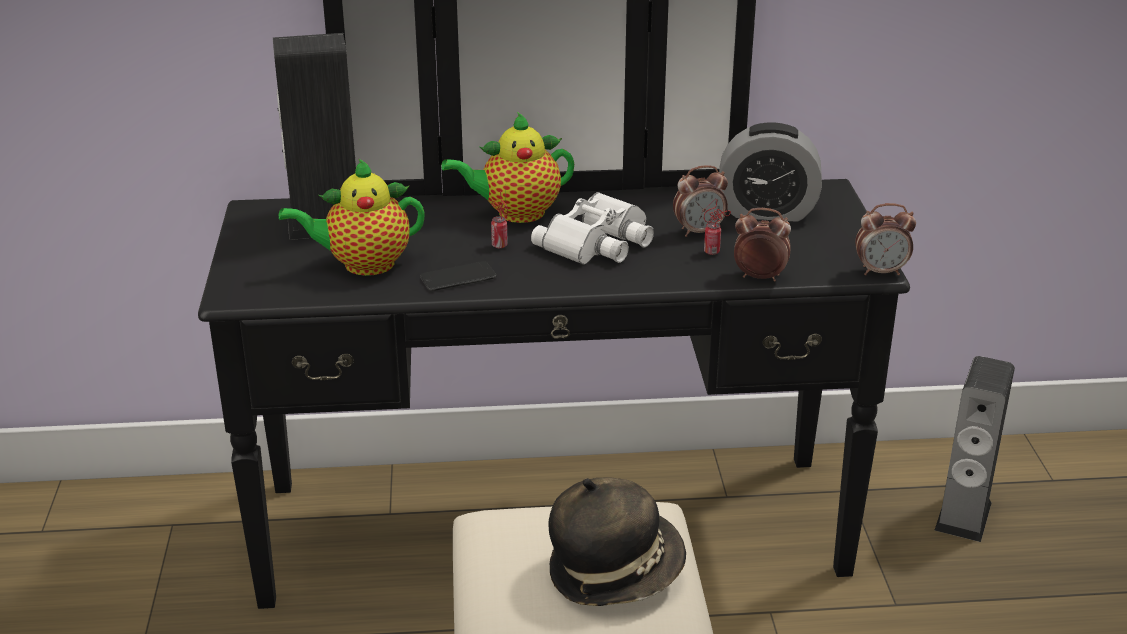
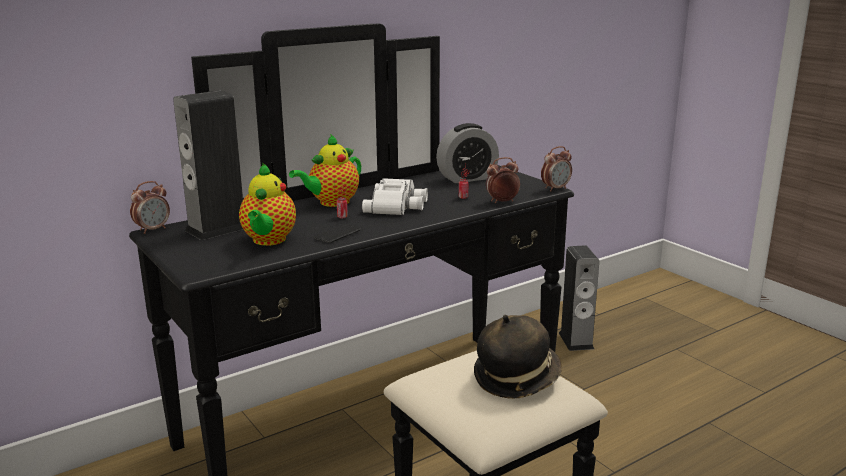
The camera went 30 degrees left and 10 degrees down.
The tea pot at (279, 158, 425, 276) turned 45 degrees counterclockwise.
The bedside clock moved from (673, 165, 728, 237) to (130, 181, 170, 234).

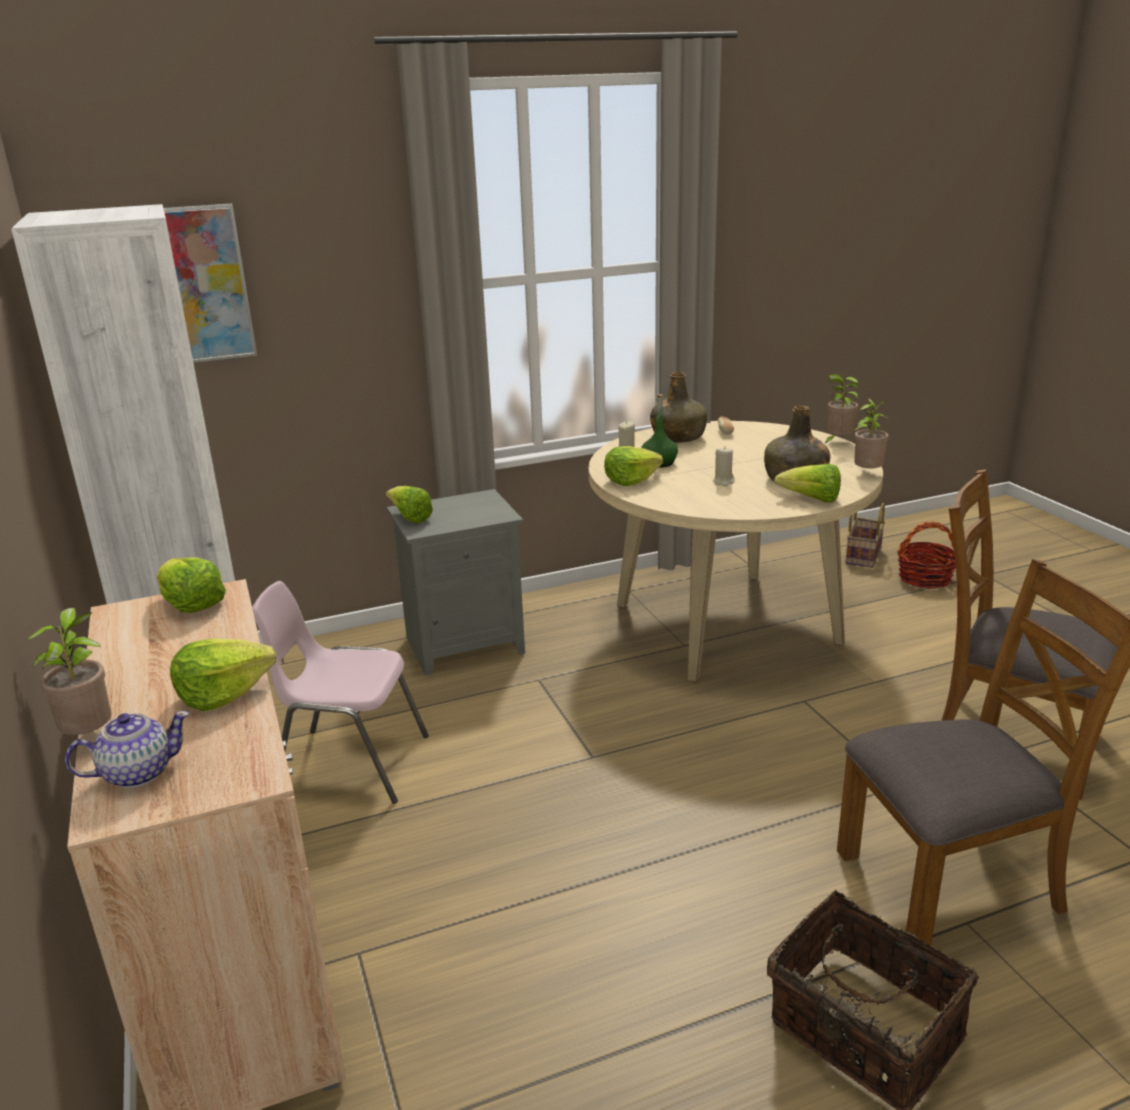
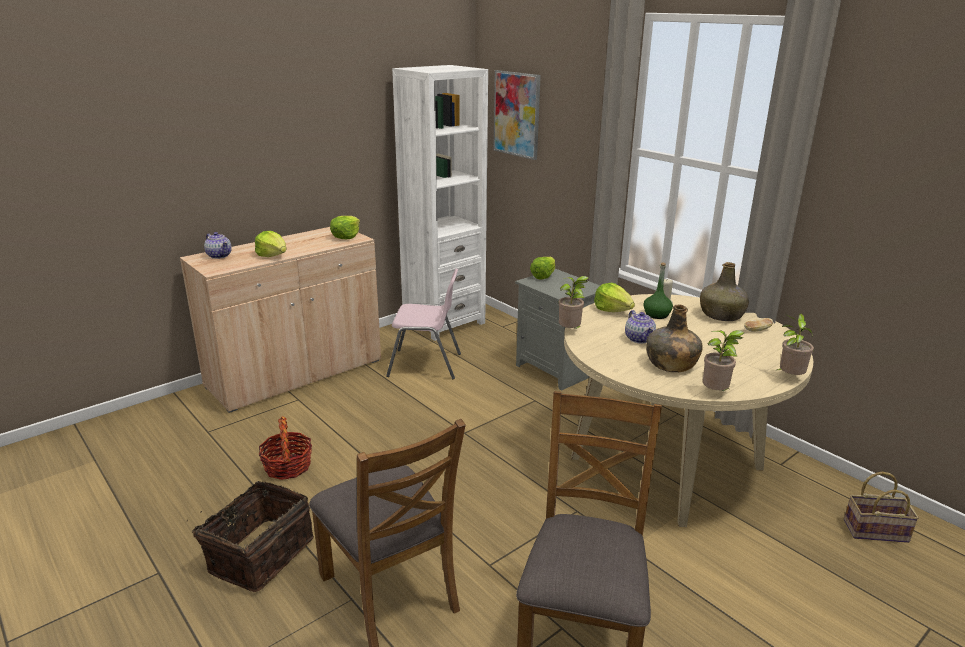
The camera went 70 degrees right and 0 degrees up.
The houseplant moved from (26, 608, 112, 735) to (558, 276, 589, 329).
The pink-coloured plain chair at (252, 581, 429, 804) turned 105 degrees clockwise.
The beige wax candle at (713, 446, 735, 486) was replaced by the tea pot at (625, 310, 656, 344).
The lettuce at (774, 464, 841, 502) disappeared.
The household basket moved from (897, 521, 956, 589) to (259, 416, 312, 480).

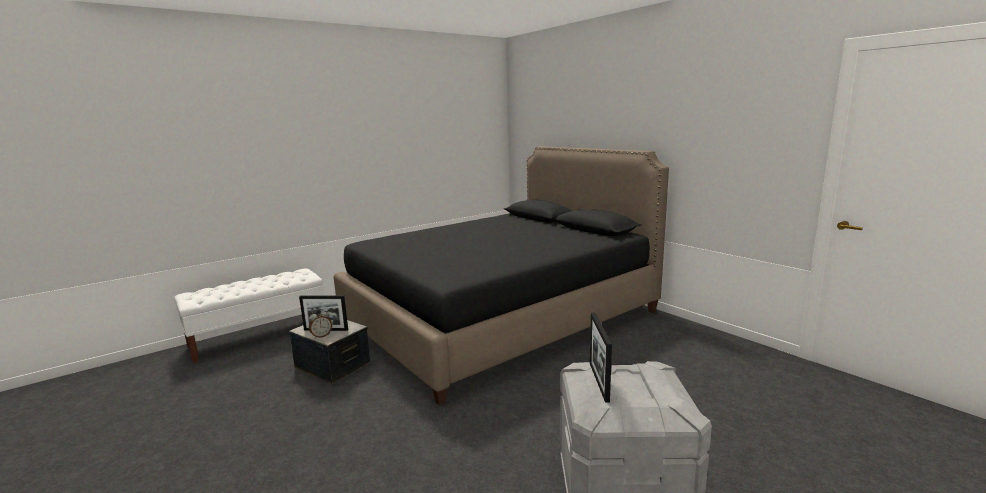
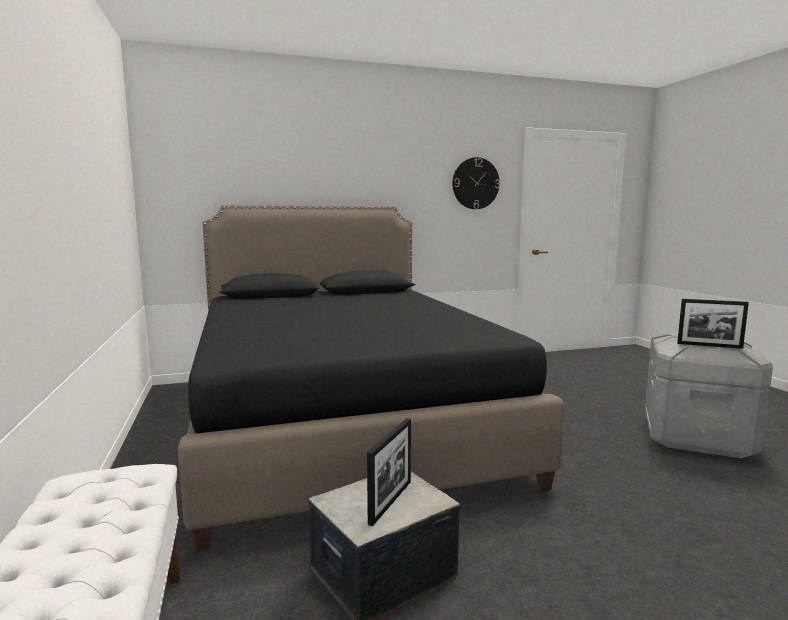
The camera went 70 degrees left and 5 degrees down.
The bedside clock at (309, 309, 332, 338) disappeared.
The clock on the wall at (452, 157, 500, 209) appeared.

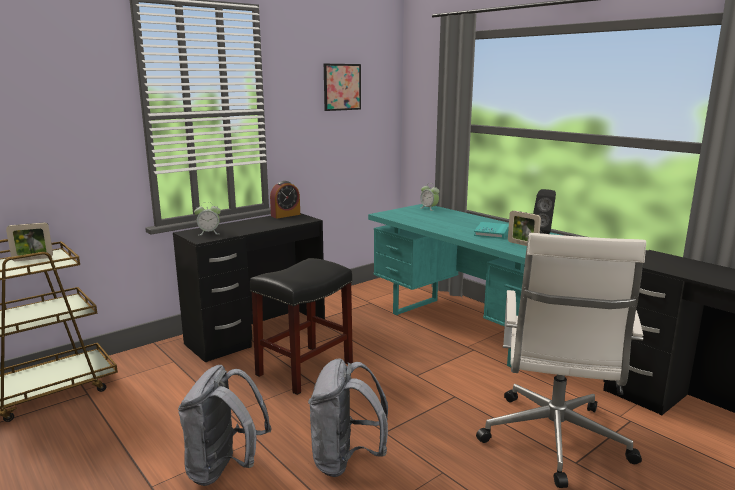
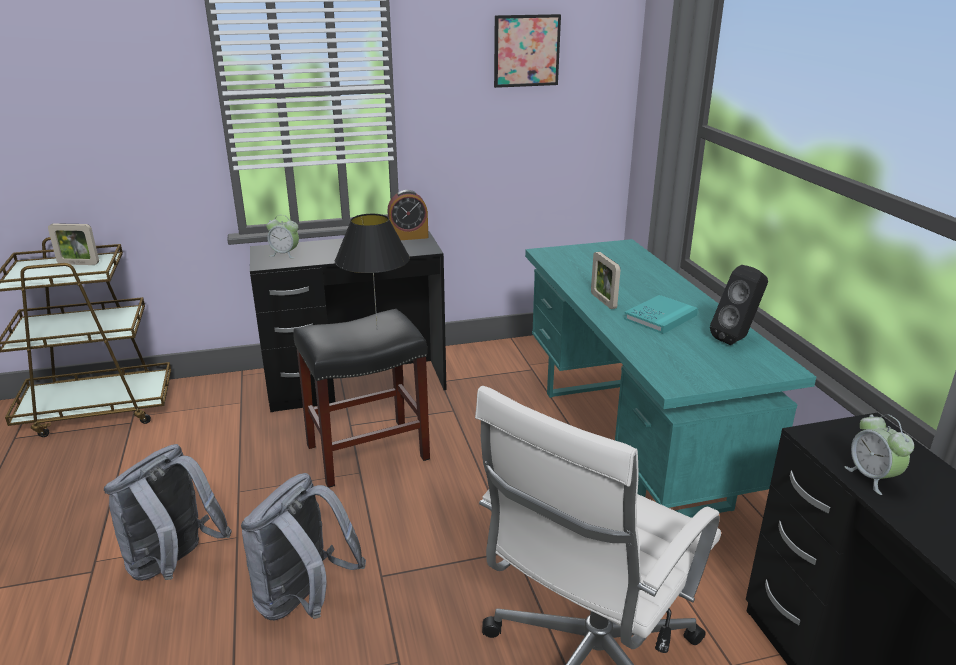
The camera went 25 degrees right and 10 degrees up.
The bedside clock moved from (420, 184, 439, 211) to (844, 414, 914, 495).
The picture frame moved from (508, 210, 541, 246) to (591, 252, 621, 309).
The black table lamp at (335, 214, 410, 329) appeared.

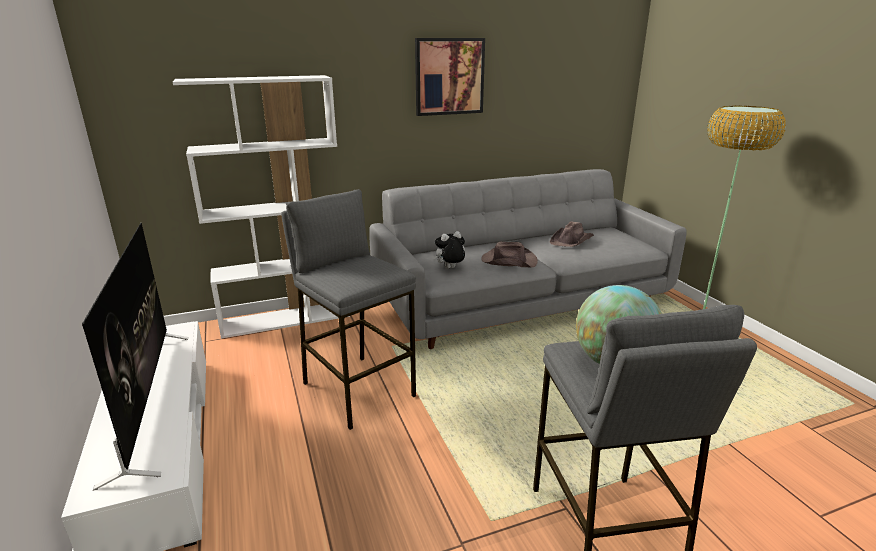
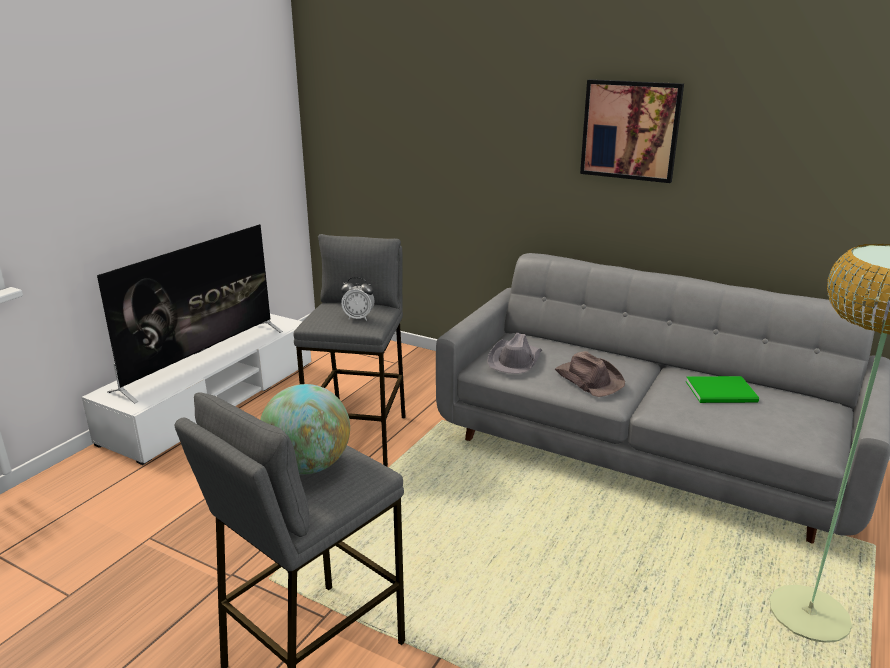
The camera went 50 degrees right and 0 degrees up.
The white bookshelf at (173, 75, 350, 339) disappeared.
The plush toy at (433, 231, 465, 268) was replaced by the greyish hat at (487, 333, 542, 374).
The brown hat at (550, 222, 594, 247) was replaced by the green-coloured book at (686, 376, 759, 403).
The bedside clock at (341, 277, 375, 321) appeared.

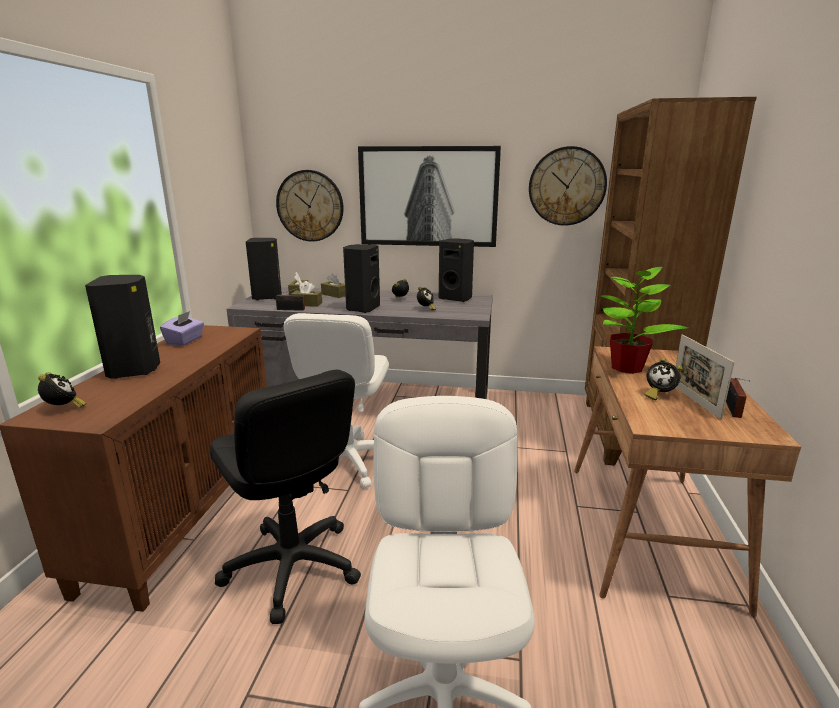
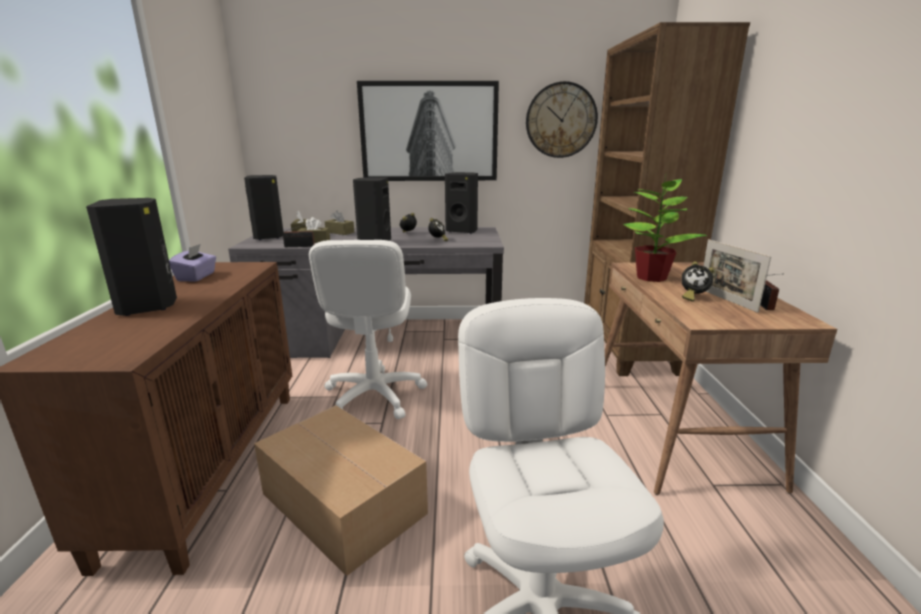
The camera went 10 degrees left and 0 degrees up.
The bedside clock at (38, 372, 86, 408) disappeared.
The black computer chair at (210, 370, 361, 624) was replaced by the cardboard box at (254, 405, 428, 576).
The clock on the wall at (276, 170, 344, 242) disappeared.

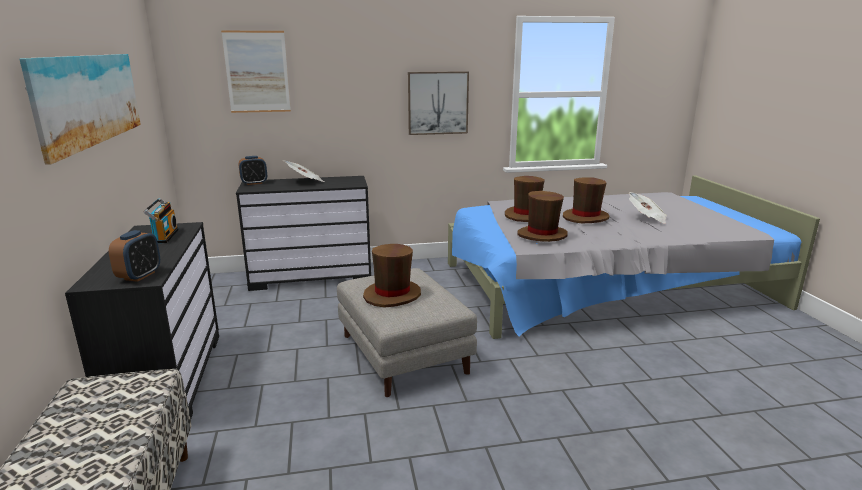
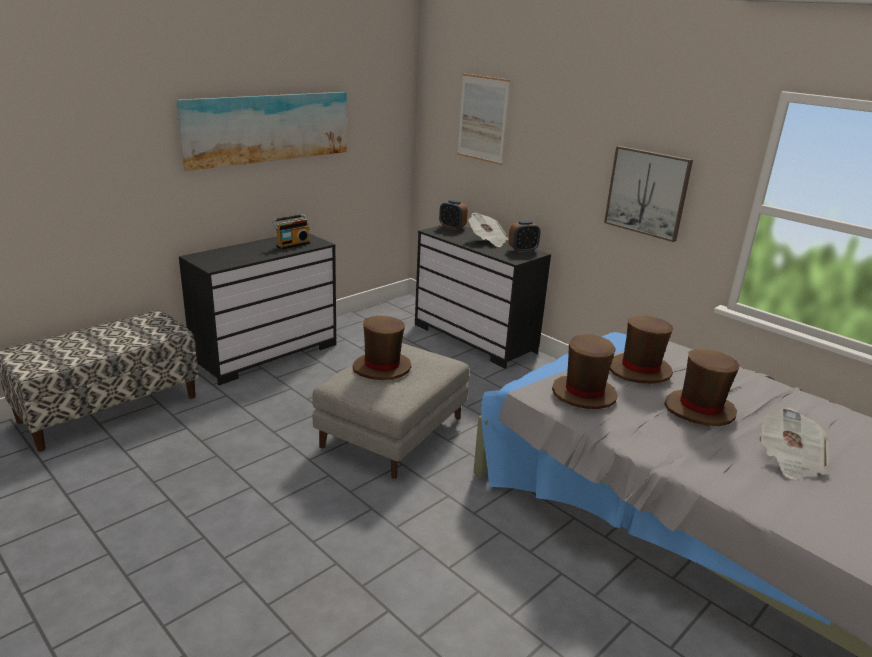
The camera went 55 degrees right and 5 degrees up.
The bedside clock moved from (109, 230, 160, 282) to (509, 221, 540, 253).

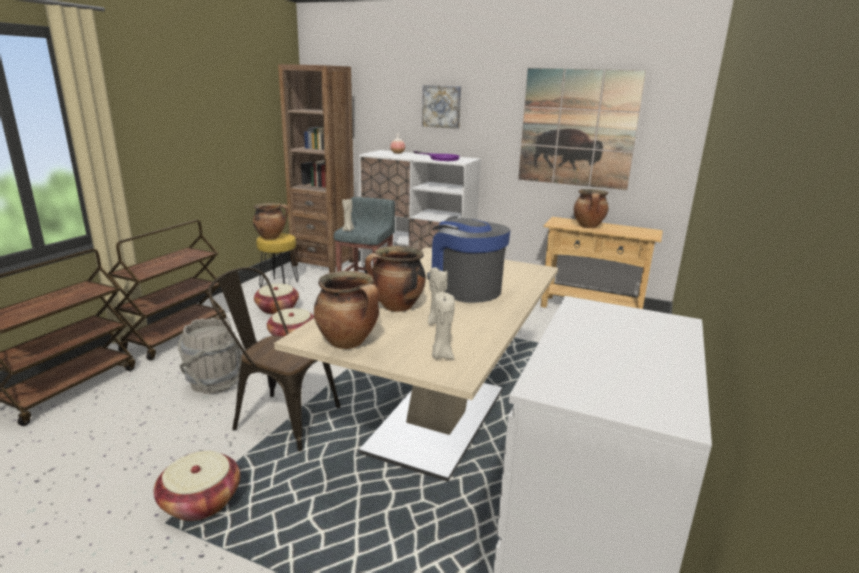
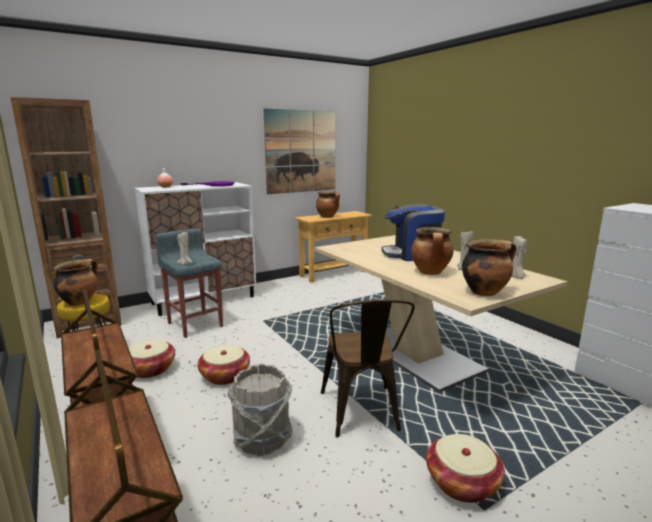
The camera went 55 degrees left and 5 degrees down.
The brown plain chair at (208, 267, 341, 451) turned 60 degrees counterclockwise.
The wall picture at (422, 85, 461, 129) disappeared.

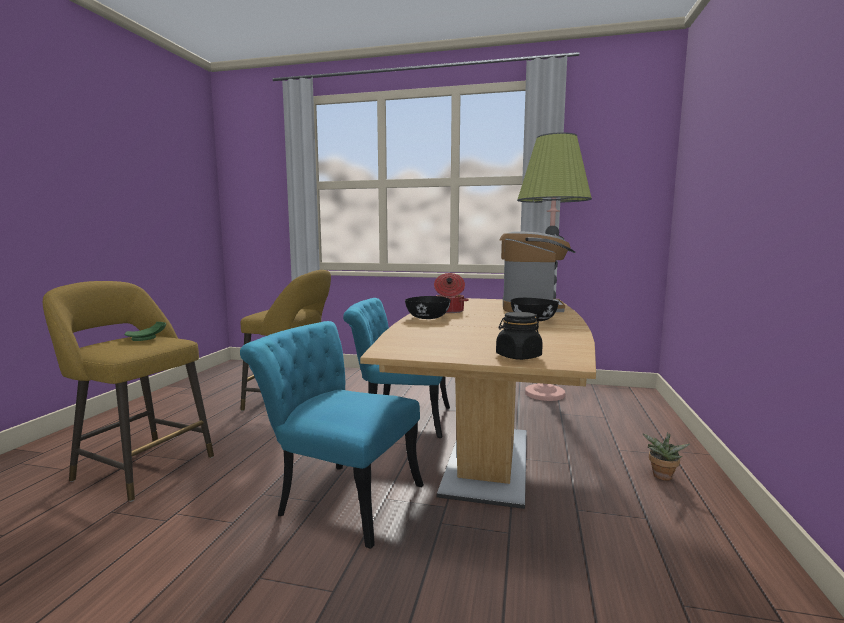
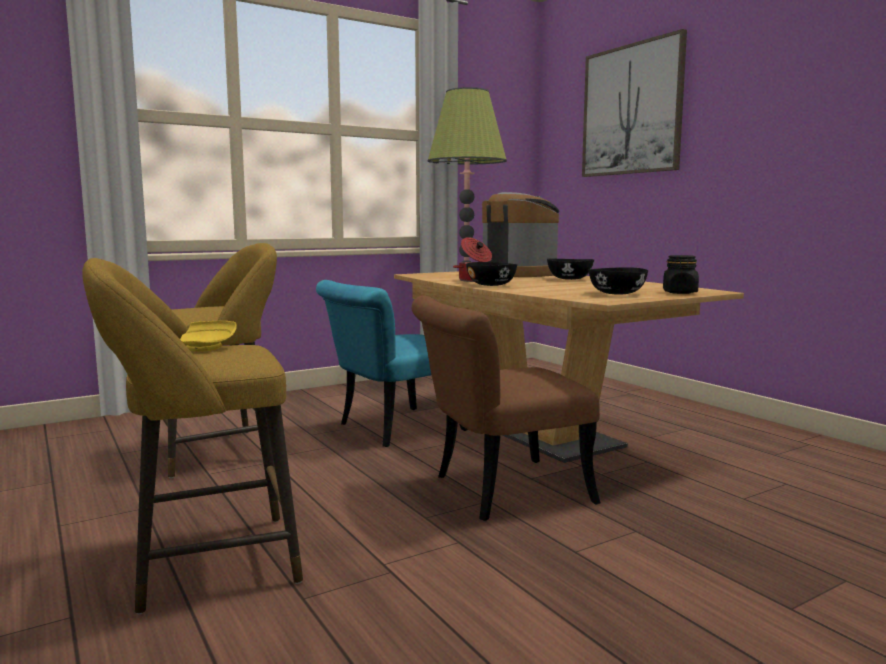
The camera went 45 degrees left and 0 degrees up.
The green-coloured dinner plate at (124, 322, 166, 341) became the yellow dinner plate at (180, 321, 237, 352).
The turquoise plain chair at (240, 321, 424, 549) became the brown plain chair at (412, 295, 601, 521).
The houseplant at (642, 432, 690, 481) disappeared.
The wall picture at (582, 29, 687, 177) appeared.
The black bowl at (589, 267, 648, 295) appeared.

